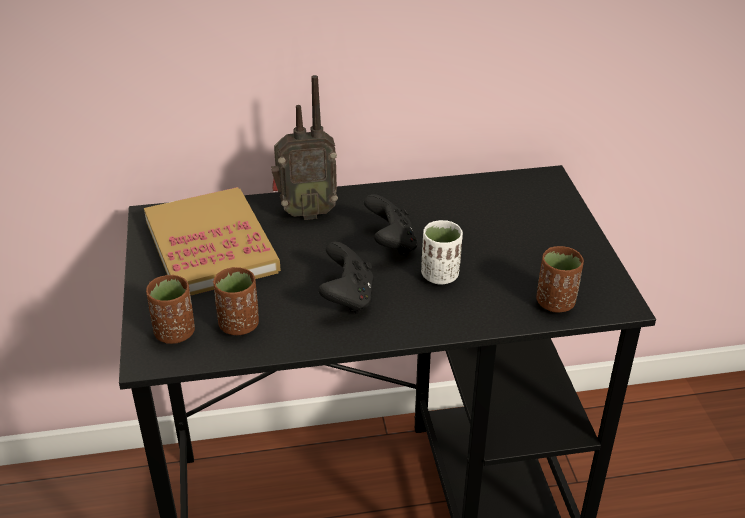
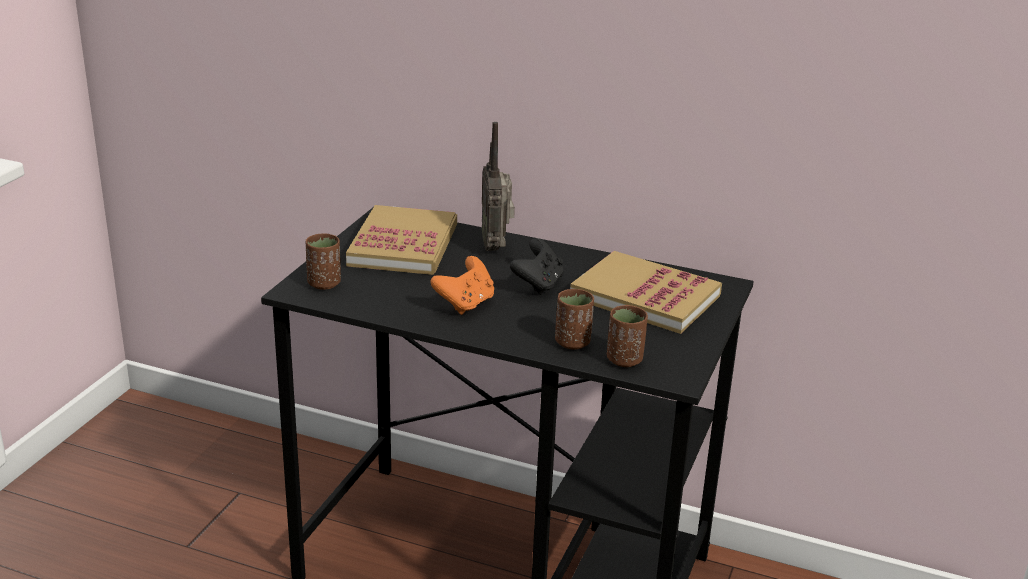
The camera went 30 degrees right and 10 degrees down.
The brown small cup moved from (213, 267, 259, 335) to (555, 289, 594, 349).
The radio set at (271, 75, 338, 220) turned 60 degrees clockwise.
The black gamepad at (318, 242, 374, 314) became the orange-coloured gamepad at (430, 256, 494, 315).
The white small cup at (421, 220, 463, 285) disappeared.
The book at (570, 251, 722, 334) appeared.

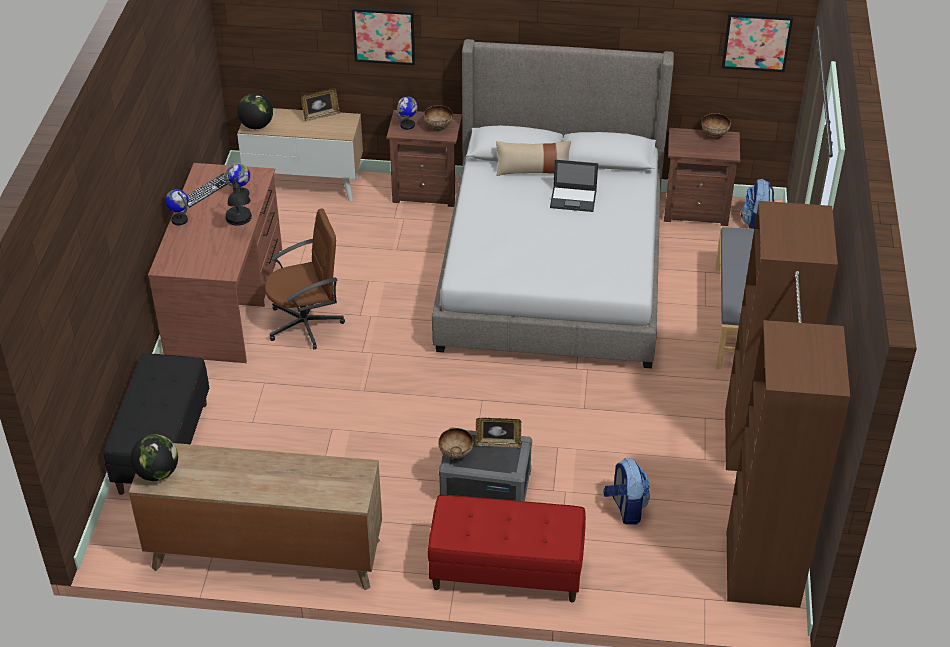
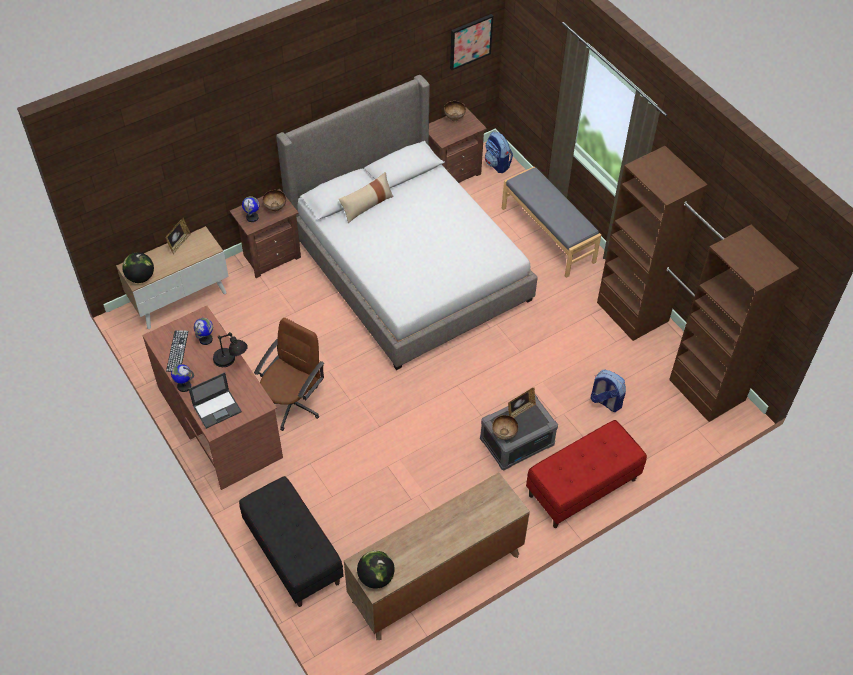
The camera went 40 degrees left and 10 degrees up.
The wall picture at (352, 7, 415, 65) disappeared.
The laptop moved from (550, 160, 598, 212) to (189, 372, 242, 429).

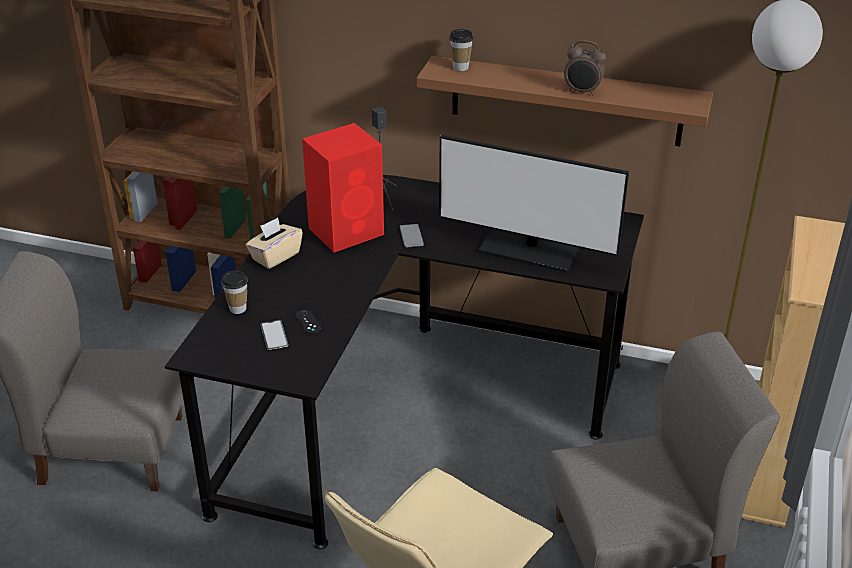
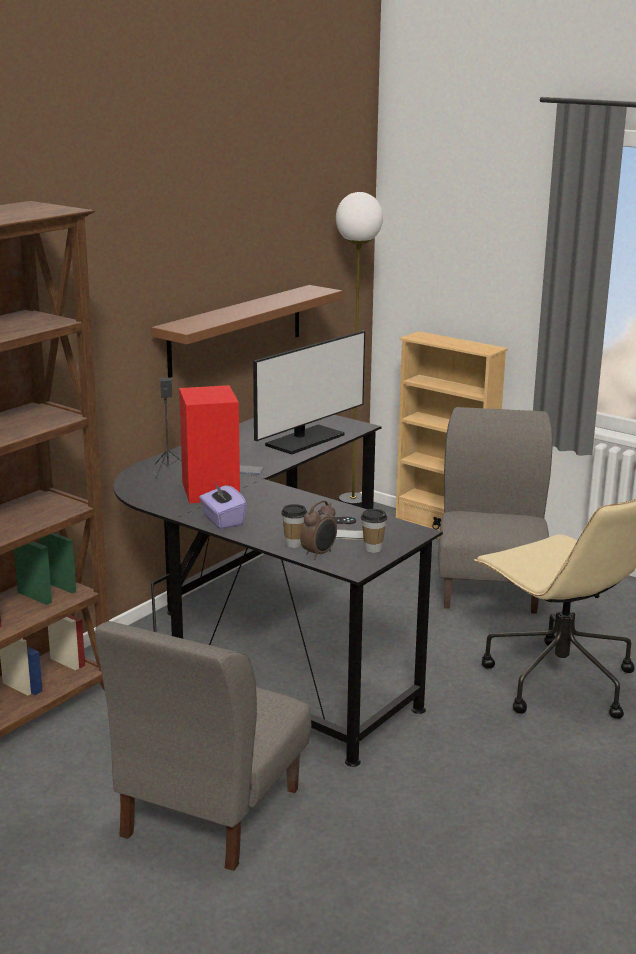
The camera went 70 degrees left and 15 degrees down.
The beige tissue holder at (246, 218, 303, 269) became the purplish tissue holder at (199, 482, 247, 529).
The small cup moved from (449, 29, 474, 71) to (361, 509, 387, 553).
The bedside clock moved from (564, 40, 606, 96) to (300, 500, 337, 559).

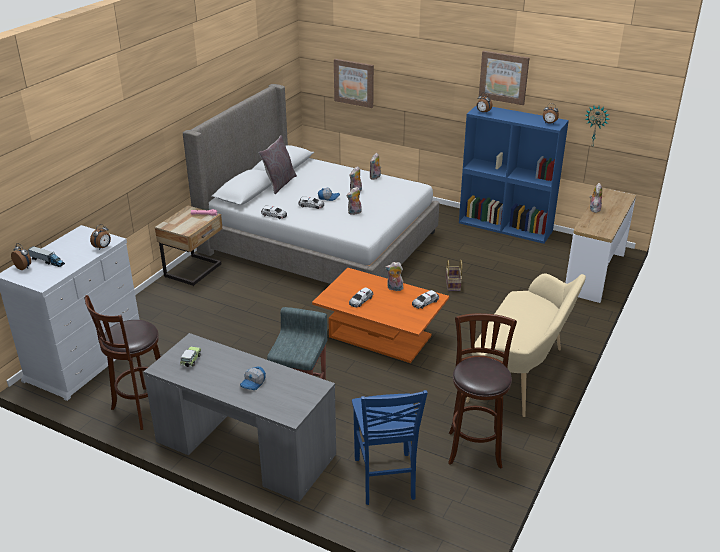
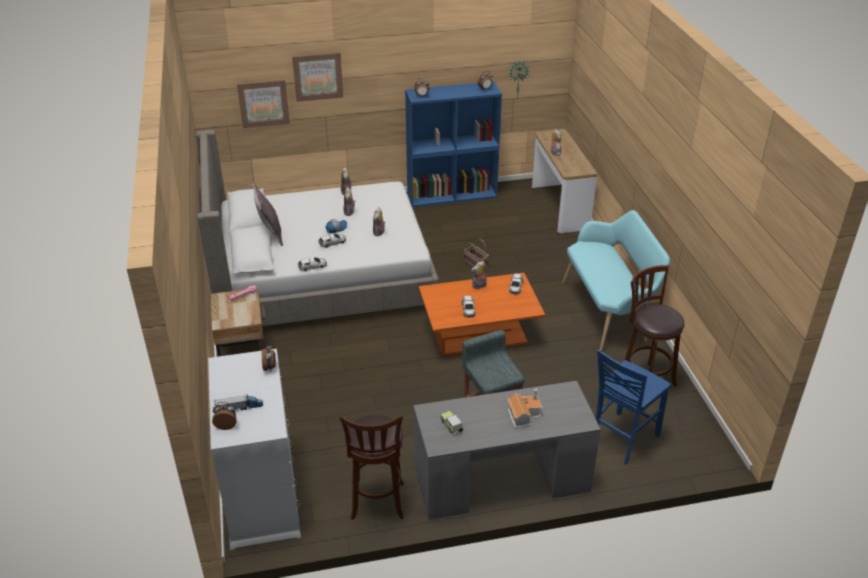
The camera went 40 degrees left and 5 degrees up.
The cap at (240, 366, 266, 390) was replaced by the miniature house at (507, 388, 543, 428).
The bluish plain chair at (352, 390, 428, 505) turned 90 degrees clockwise.
The beige long seat at (466, 273, 586, 417) became the turquoise long seat at (562, 210, 670, 351).
The wall picture moved from (479, 51, 529, 105) to (292, 52, 343, 102).

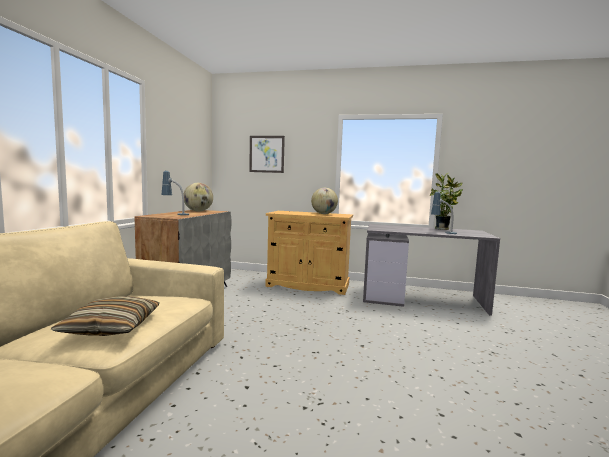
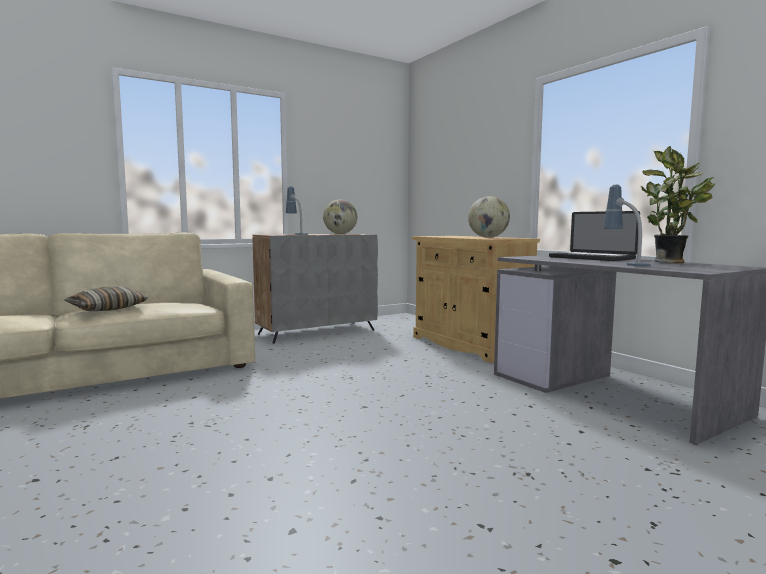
The camera went 45 degrees right and 0 degrees up.
The wall picture at (249, 136, 285, 173) disappeared.
The laptop at (549, 211, 640, 261) appeared.

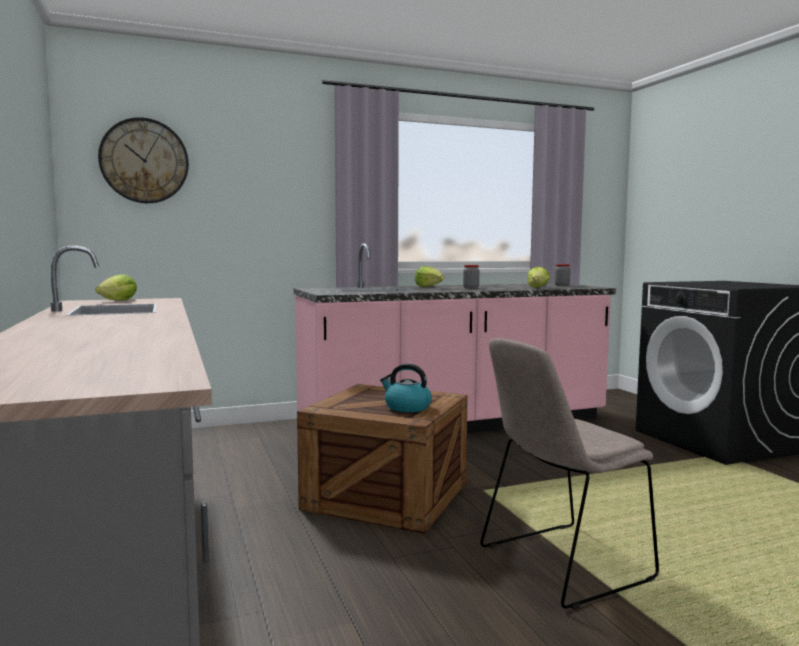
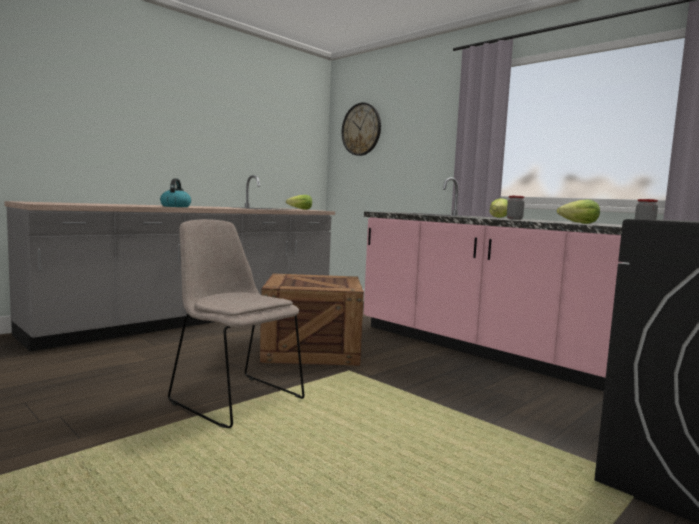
The camera went 65 degrees right and 0 degrees up.
The water kettle moved from (380, 364, 432, 413) to (160, 178, 191, 207).

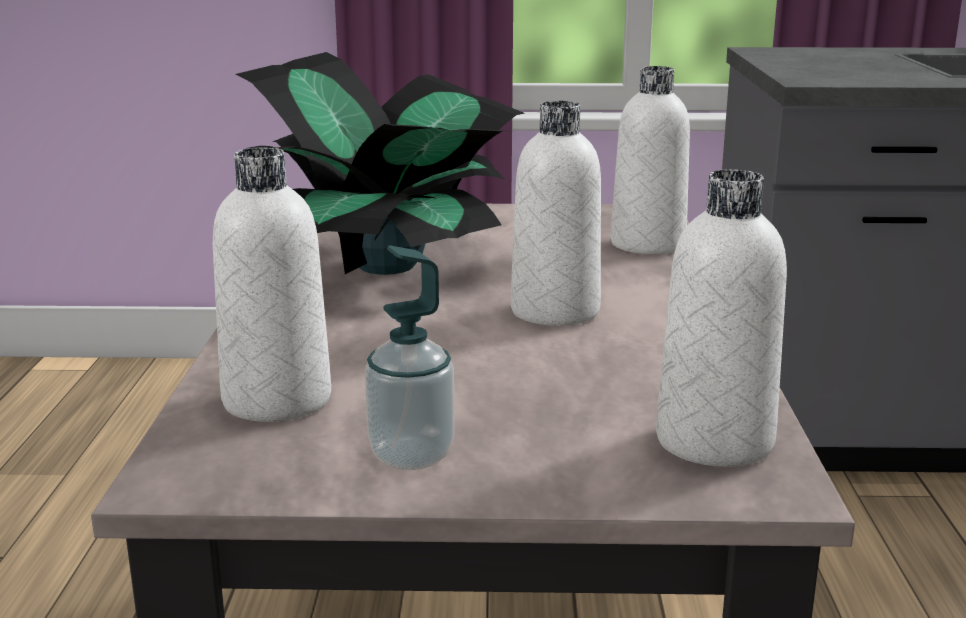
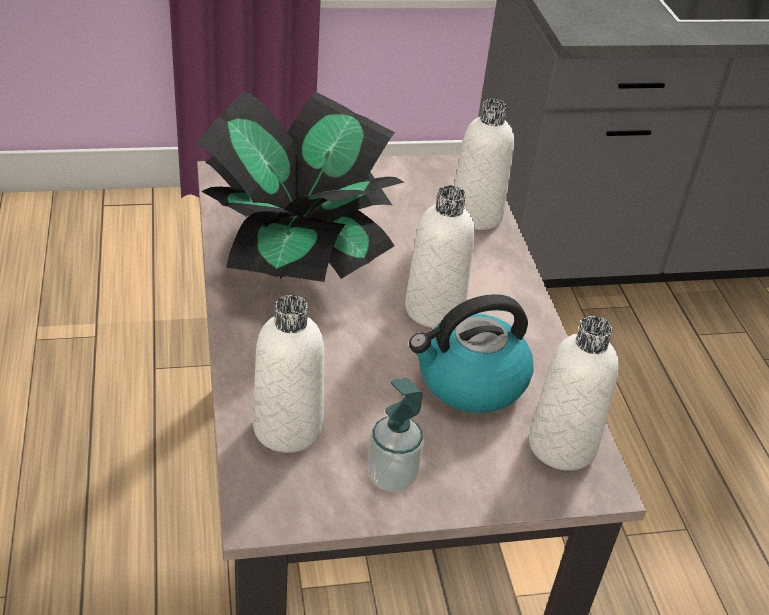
The camera went 15 degrees left and 20 degrees up.
The water kettle at (409, 294, 534, 413) appeared.

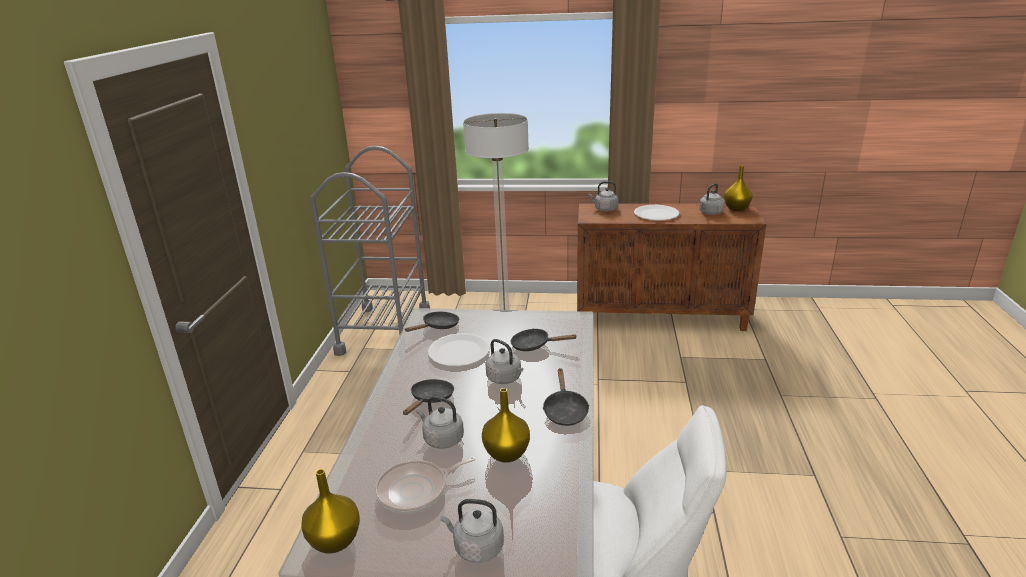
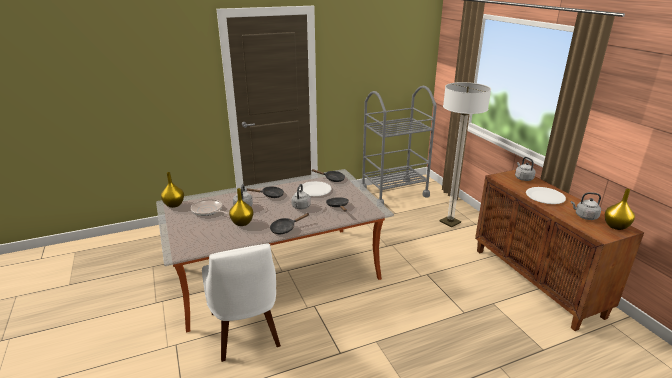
The camera went 60 degrees right and 0 degrees up.
The greyish water kettle at (441, 499, 504, 563) disappeared.

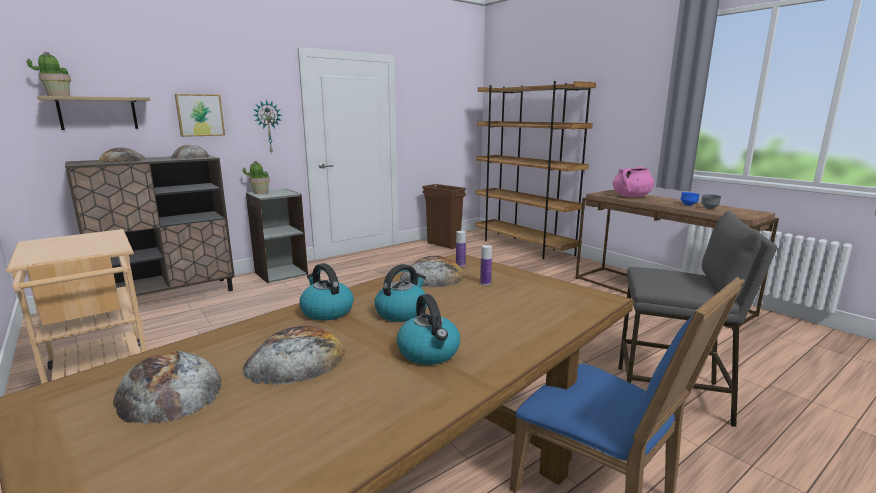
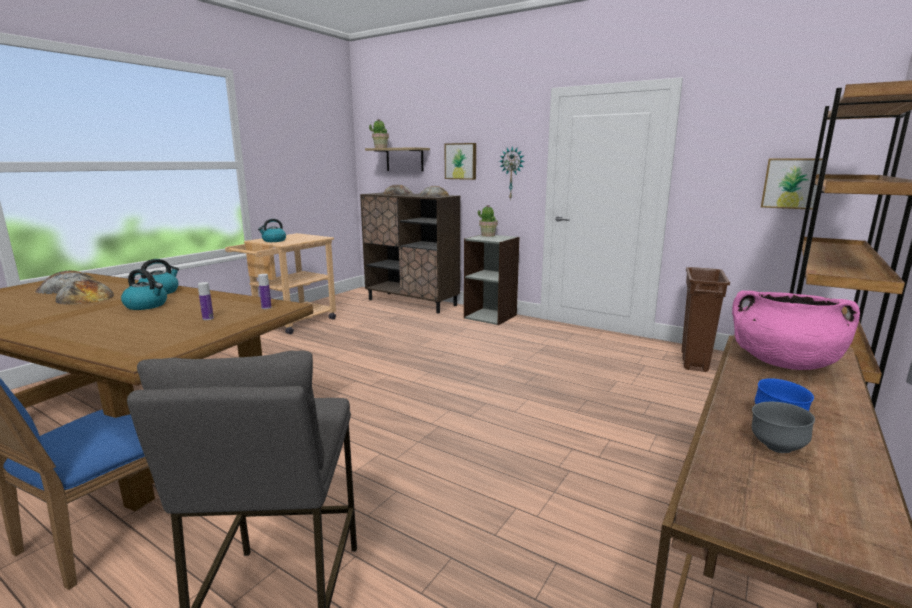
The camera went 70 degrees right and 0 degrees up.
The water kettle moved from (397, 294, 460, 365) to (258, 219, 286, 242).
The bread at (400, 256, 465, 287) disappeared.
The wall picture at (761, 158, 823, 210) appeared.

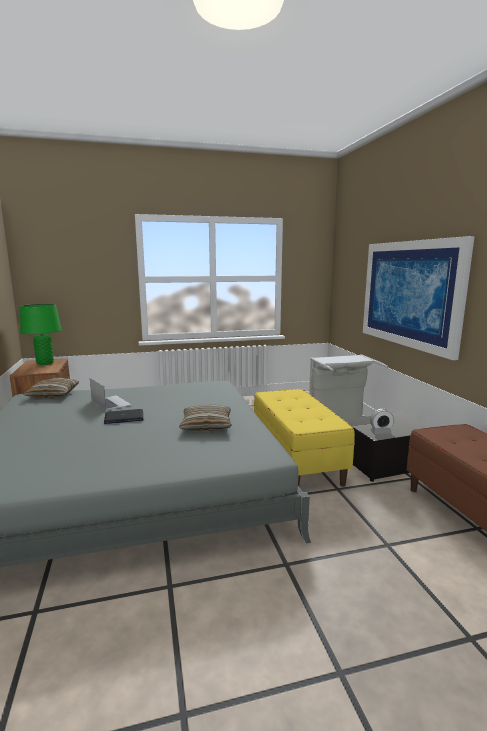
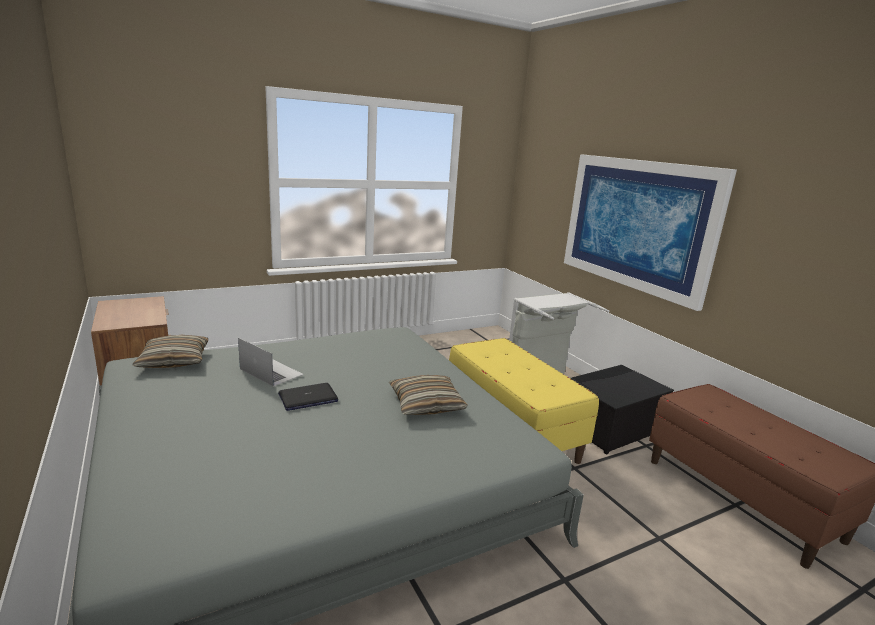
The camera went 15 degrees left and 5 degrees up.
The green-coloured table lamp at (20, 304, 62, 365) disappeared.
The bedside clock at (370, 409, 394, 434) disappeared.

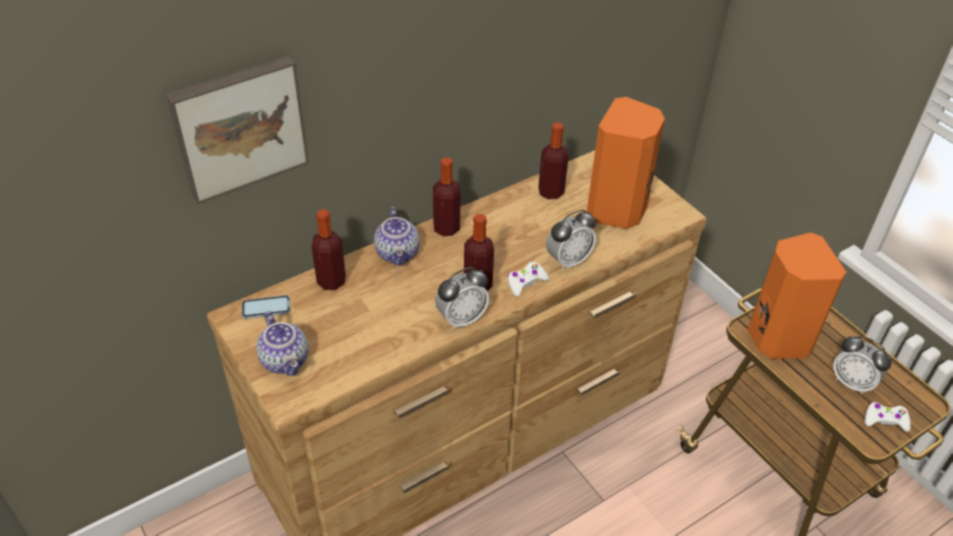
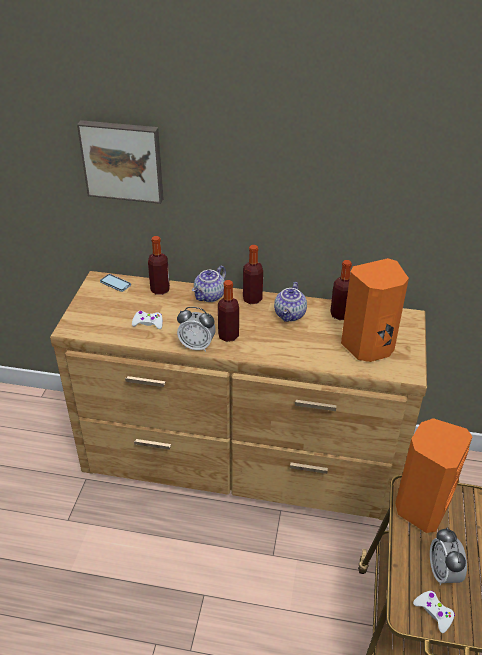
The camera went 45 degrees right and 5 degrees down.
The tea pot moved from (256, 311, 308, 376) to (274, 282, 307, 322).
The white gamepad moved from (507, 262, 549, 296) to (132, 311, 163, 329).
The bedside clock at (546, 210, 596, 271) disappeared.

